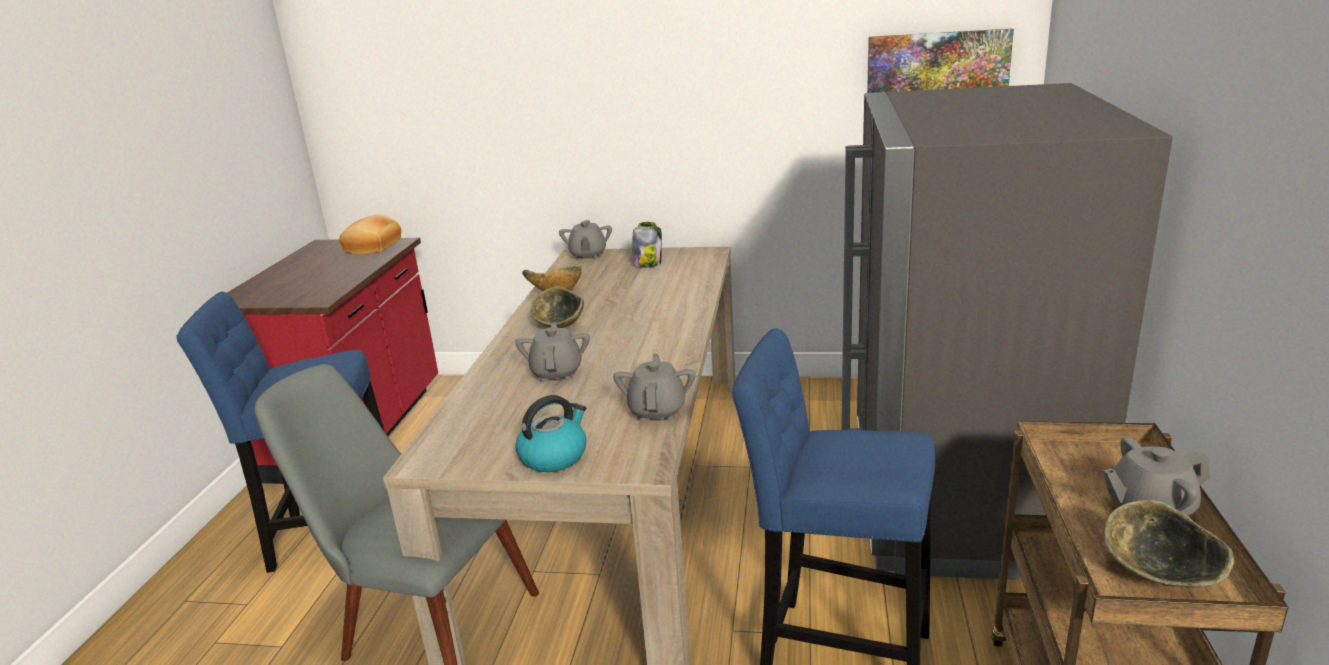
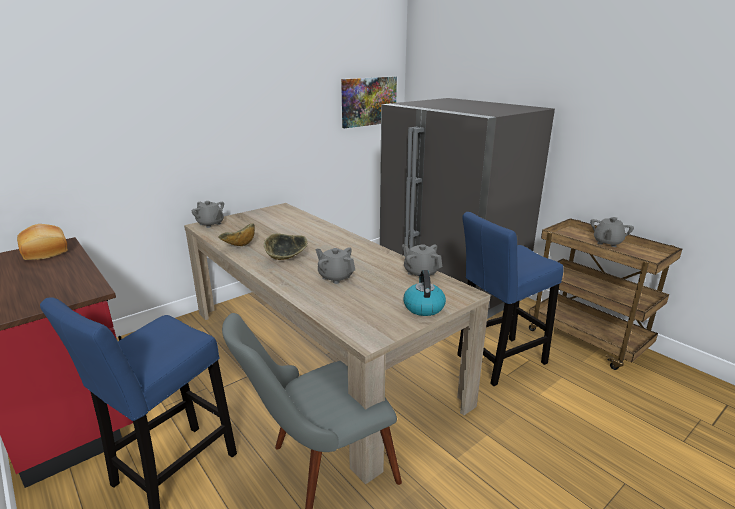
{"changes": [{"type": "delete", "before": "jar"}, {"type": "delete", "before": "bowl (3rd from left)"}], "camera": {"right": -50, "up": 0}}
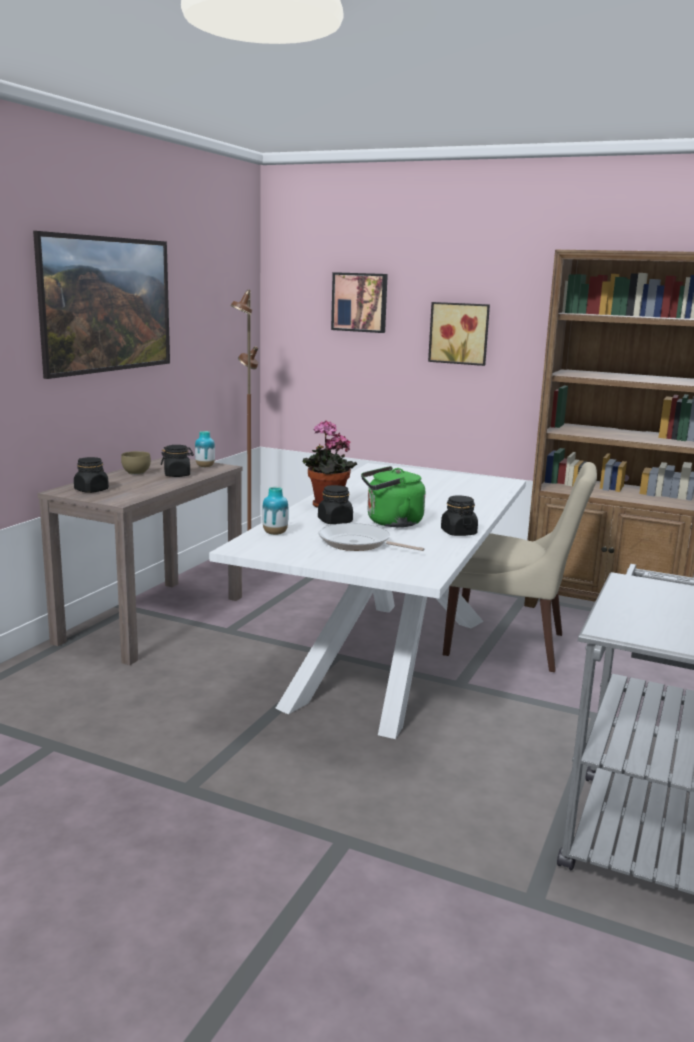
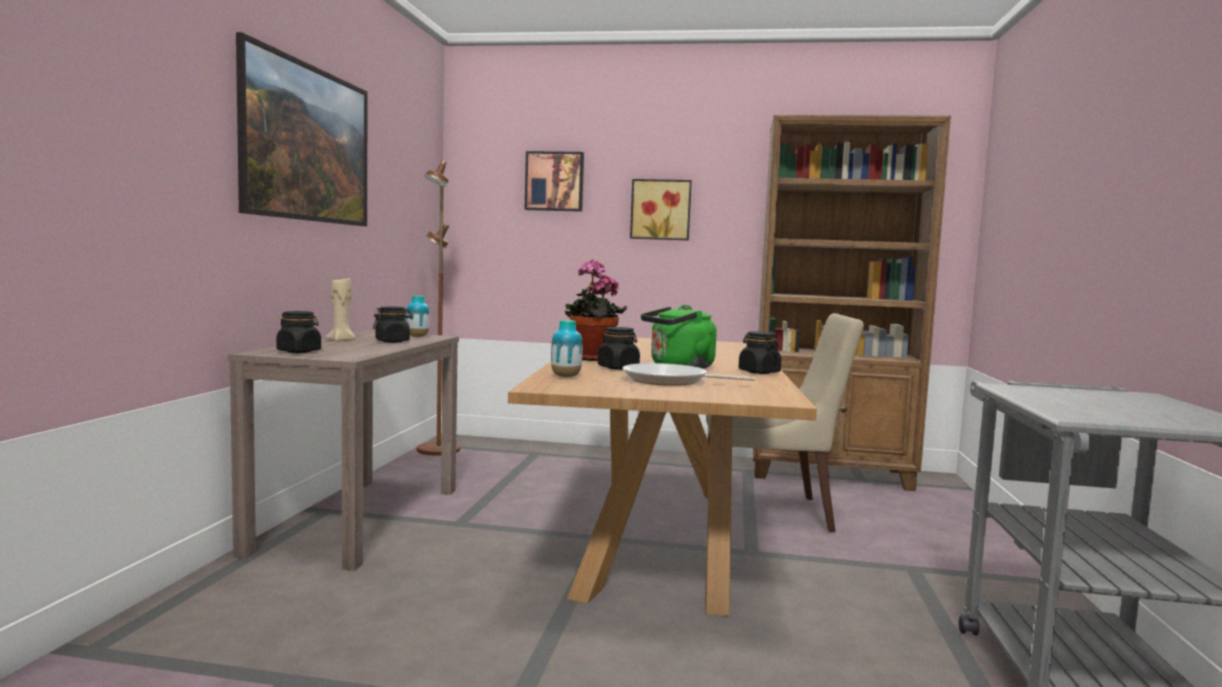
{"changes": [{"type": "replace", "before": "bowl/brown", "after": "candle/beige"}, {"type": "recolor", "before": "dining table/white", "after": "dining table/brown"}], "camera": {"right": -15, "up": -10}}
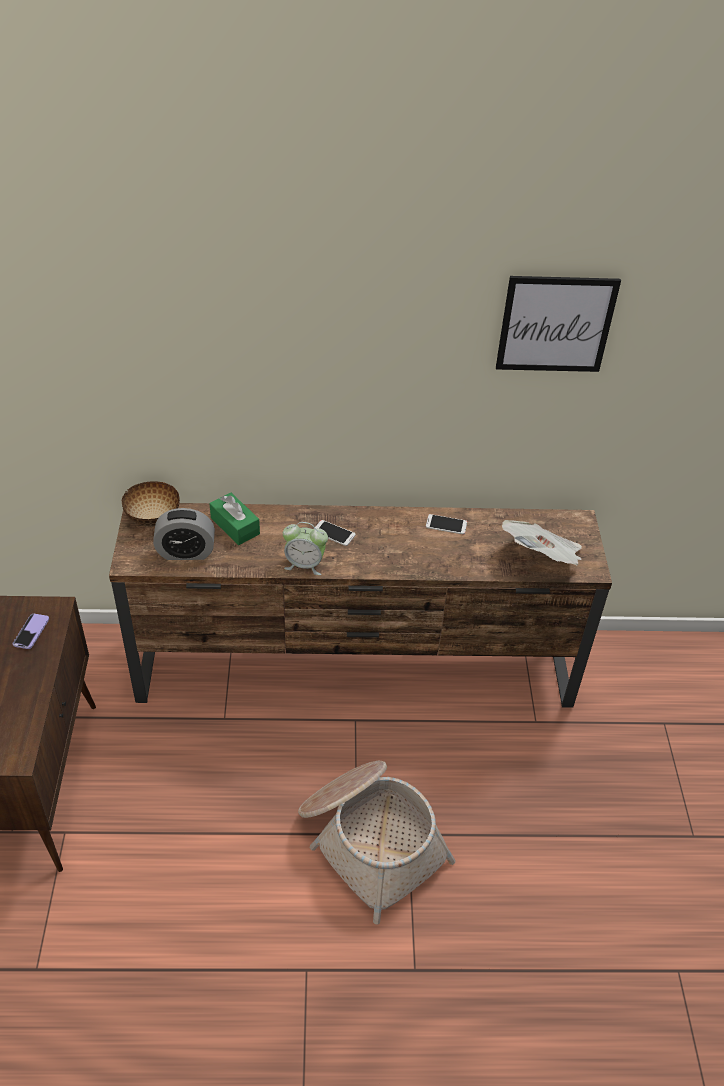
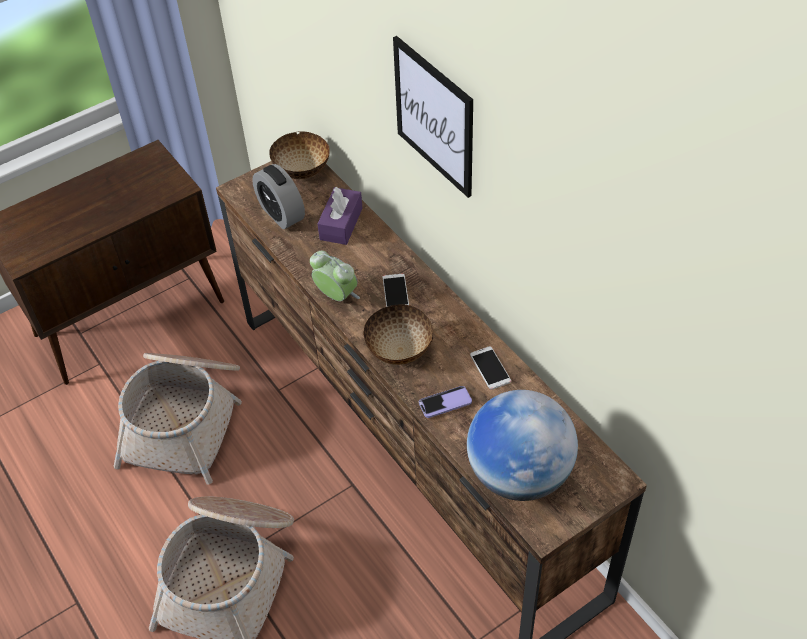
{"changes": [{"type": "move", "before": "picture"}, {"type": "recolor", "before": "tissue box/green", "after": "tissue box/purple"}, {"type": "replace", "before": "newspaper", "after": "globe"}, {"type": "rotate", "before": "alarm clock (2nd from left)", "turn": 150}, {"type": "move", "before": "phone (1st from left in the first image)", "after": "phone (2nd from left)"}, {"type": "insert", "after": "bowl (2nd from left)"}, {"type": "insert", "after": "basket (1st from left)"}], "camera": {"right": 60, "up": 5}}
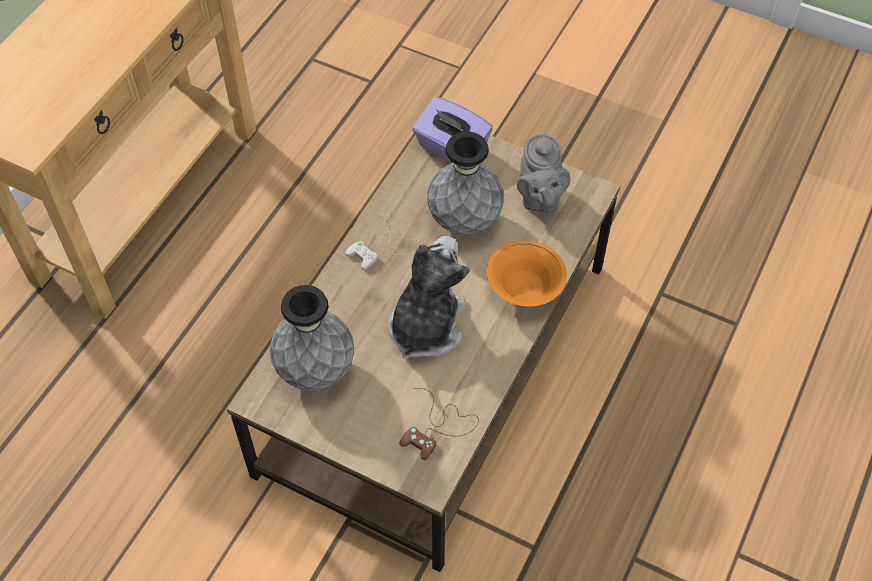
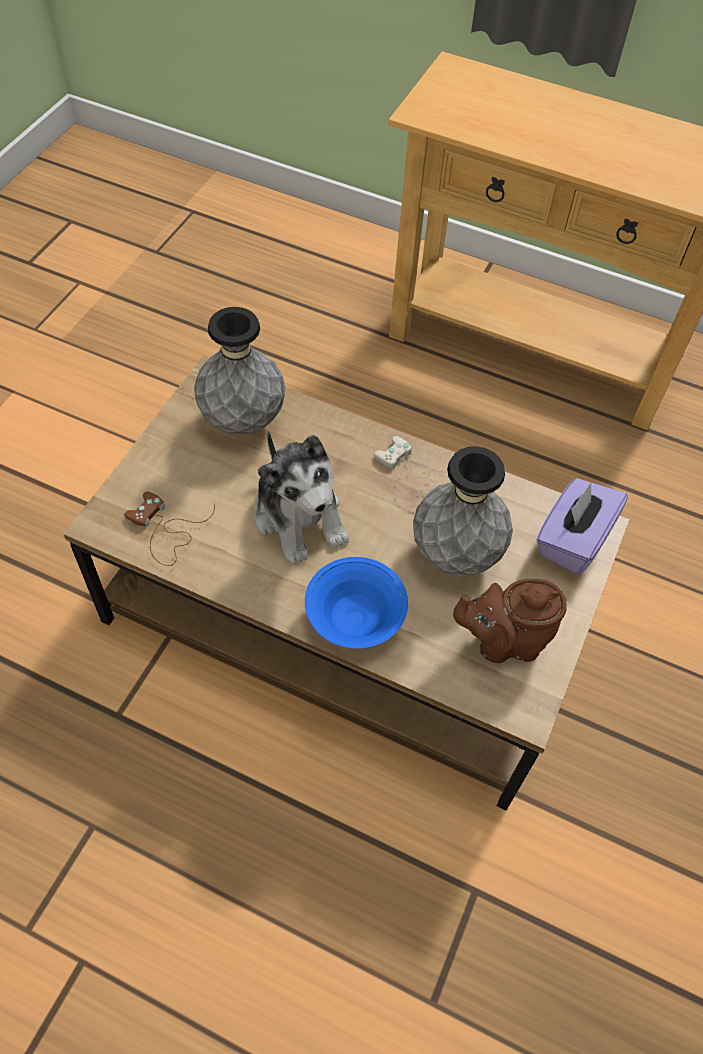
{"changes": [{"type": "recolor", "before": "teapot/grey", "after": "teapot/brown"}, {"type": "rotate", "before": "plush toy", "turn": 45}, {"type": "recolor", "before": "bowl/orange", "after": "bowl/blue"}], "camera": {"right": 85, "up": 0}}
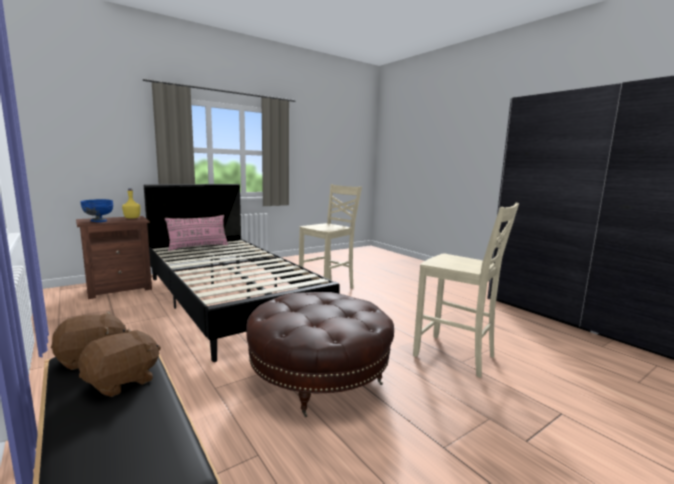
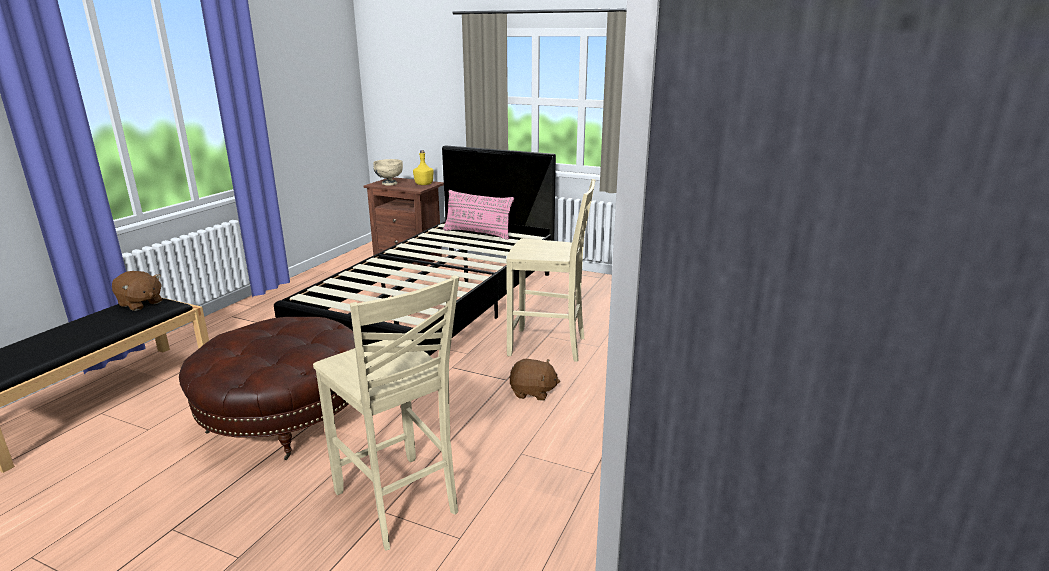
{"changes": [{"type": "recolor", "before": "bowl/blue", "after": "bowl/beige"}, {"type": "rotate", "before": "chair/beige (2nd from left in the first image)", "turn": -45}, {"type": "move", "before": "plush toy/brown (2nd from left)"}], "camera": {"right": 60, "up": 10}}
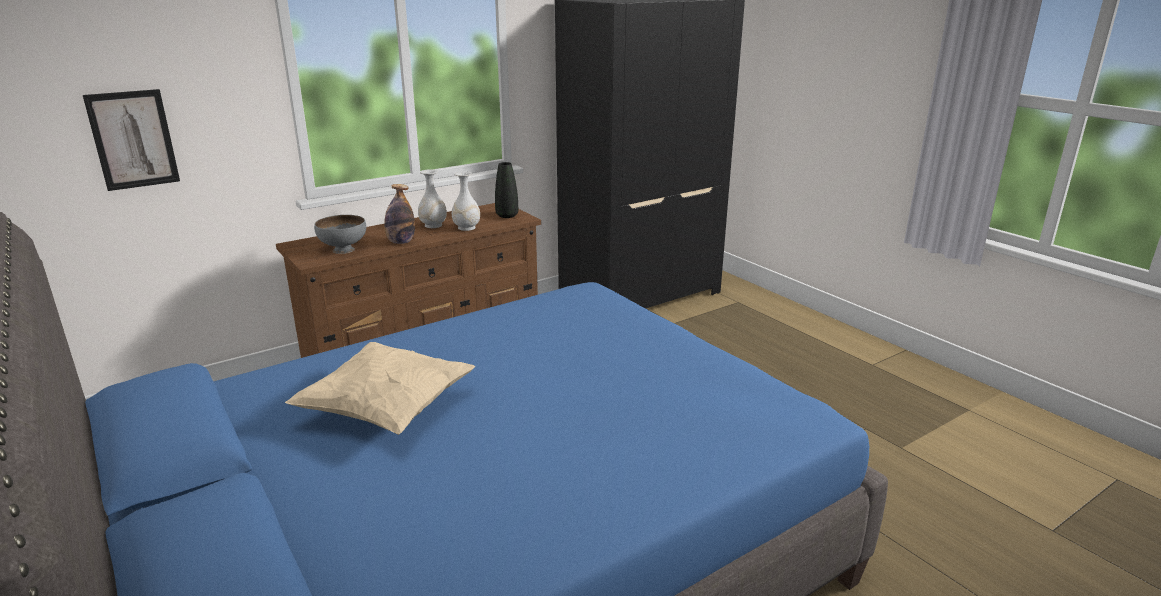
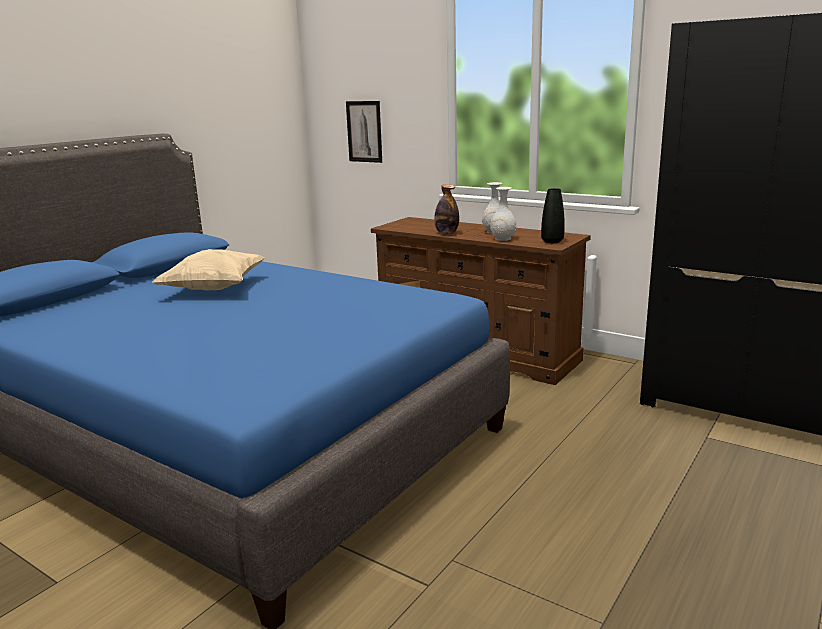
{"changes": [{"type": "delete", "before": "bowl/grey"}], "camera": {"right": 70, "up": -5}}
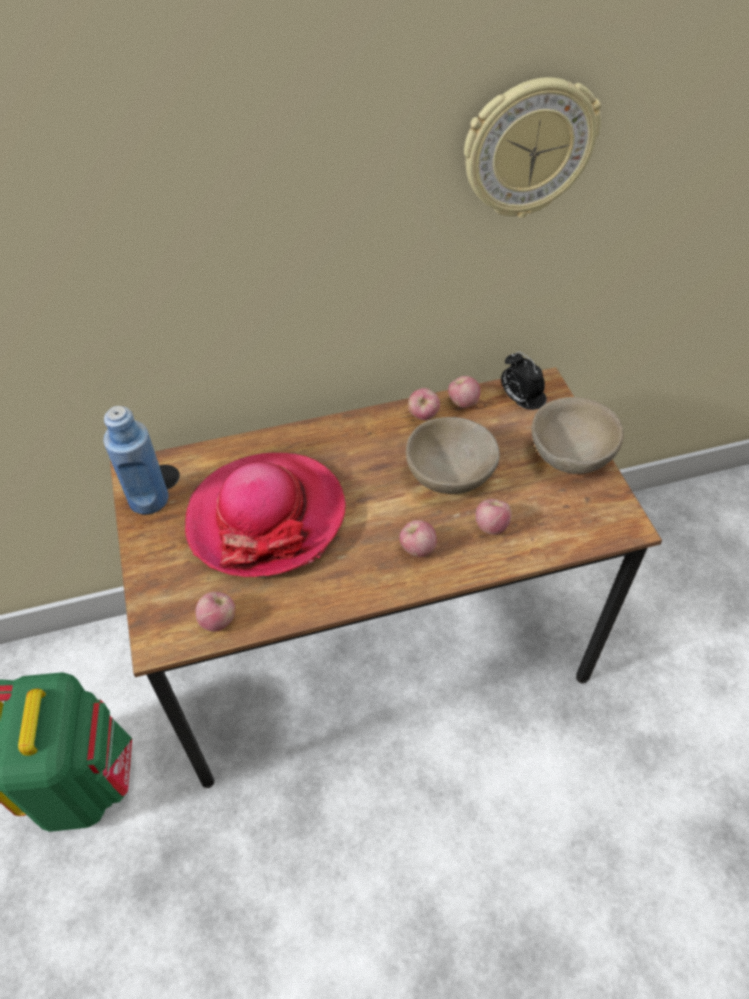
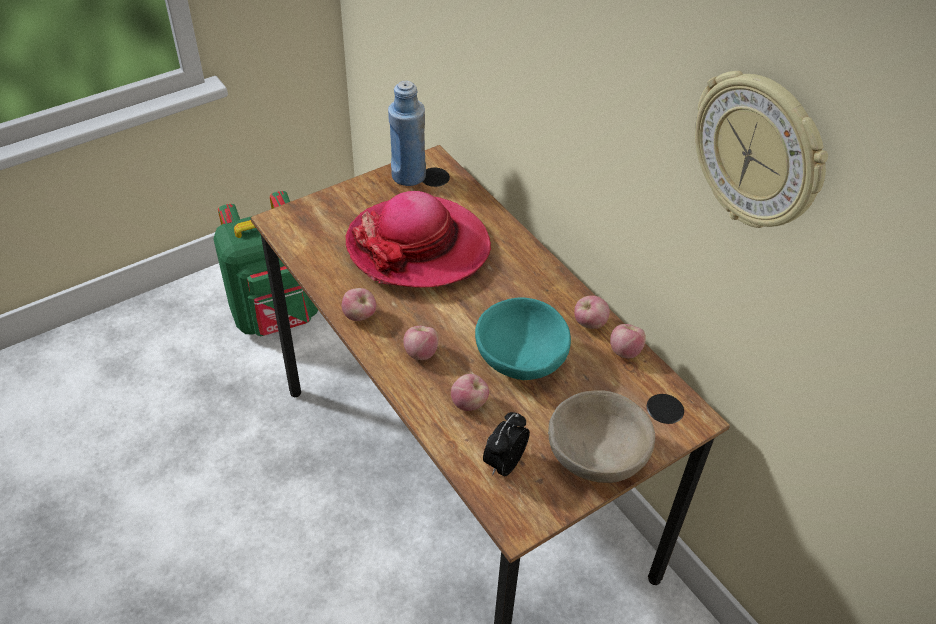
{"changes": [{"type": "move", "before": "alarm clock"}, {"type": "recolor", "before": "bowl/beige (1st from left)", "after": "bowl/turquoise"}, {"type": "move", "before": "apple (1st from left)"}], "camera": {"right": 70, "up": -5}}
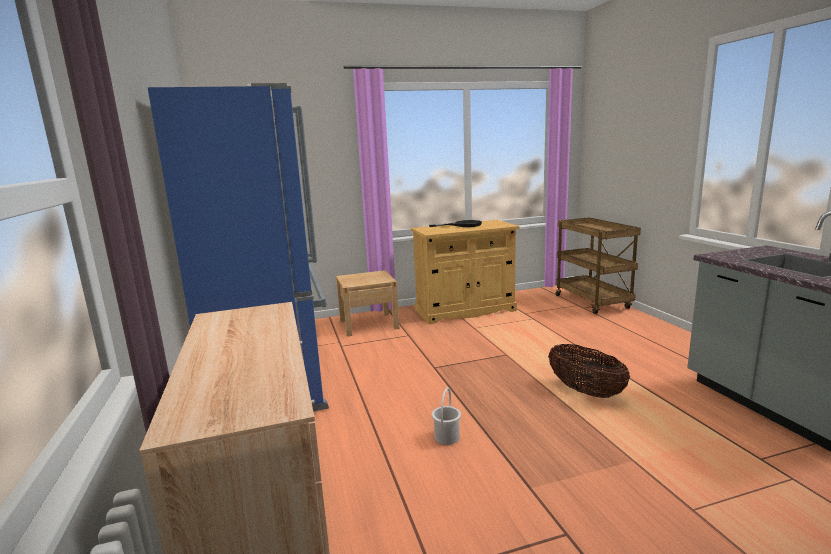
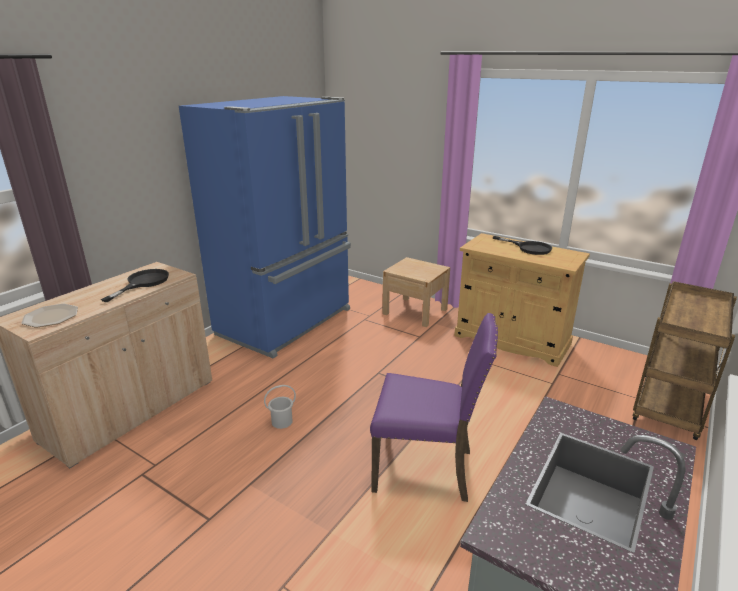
{"changes": [{"type": "replace", "before": "basket", "after": "chair/purple"}, {"type": "insert", "after": "frying pan/black (1st from left)"}, {"type": "insert", "after": "plate"}], "camera": {"right": 50, "up": 10}}
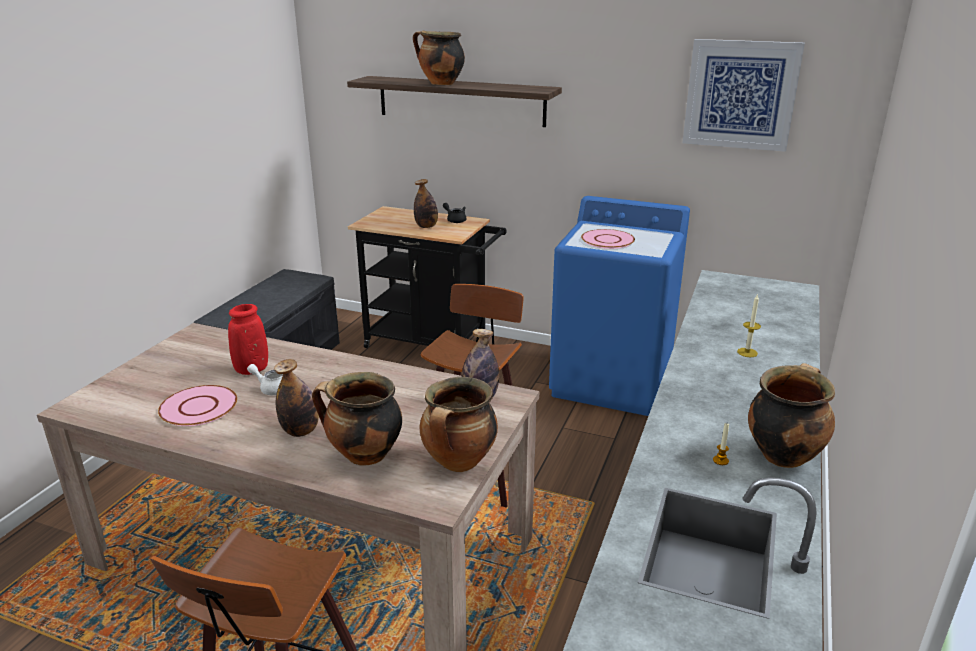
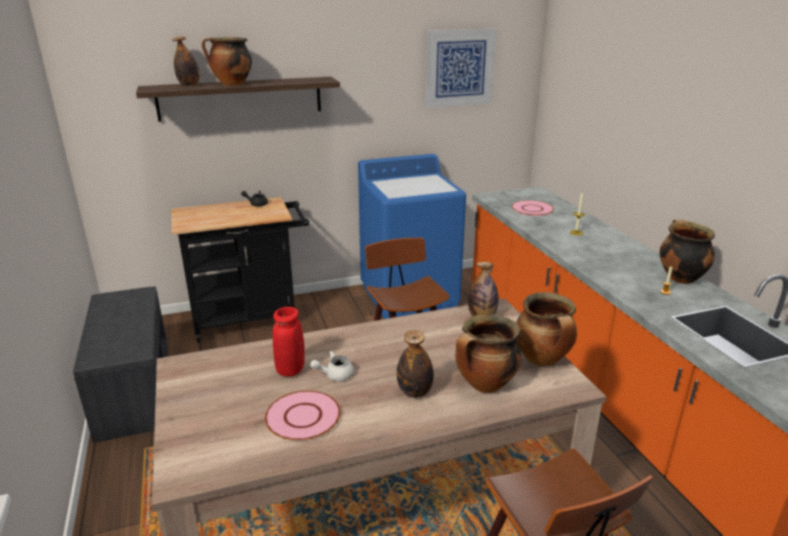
{"changes": [{"type": "move", "before": "bottle (2nd from left in the first image)", "after": "bottle (1st from left)"}, {"type": "move", "before": "plate/pink (2nd from left)"}], "camera": {"right": -40, "up": 0}}
